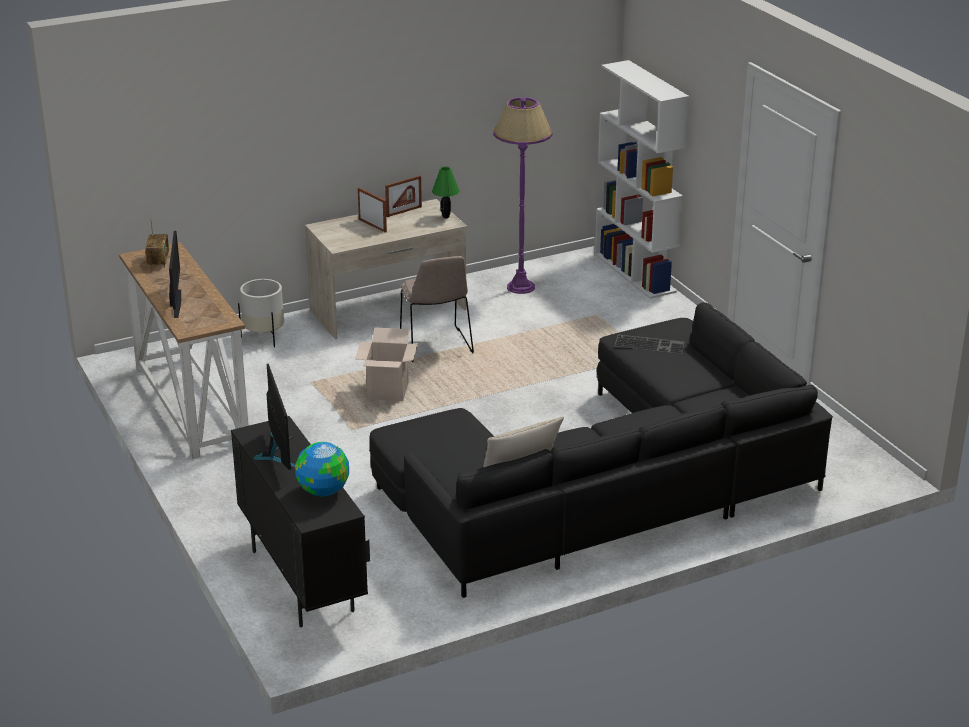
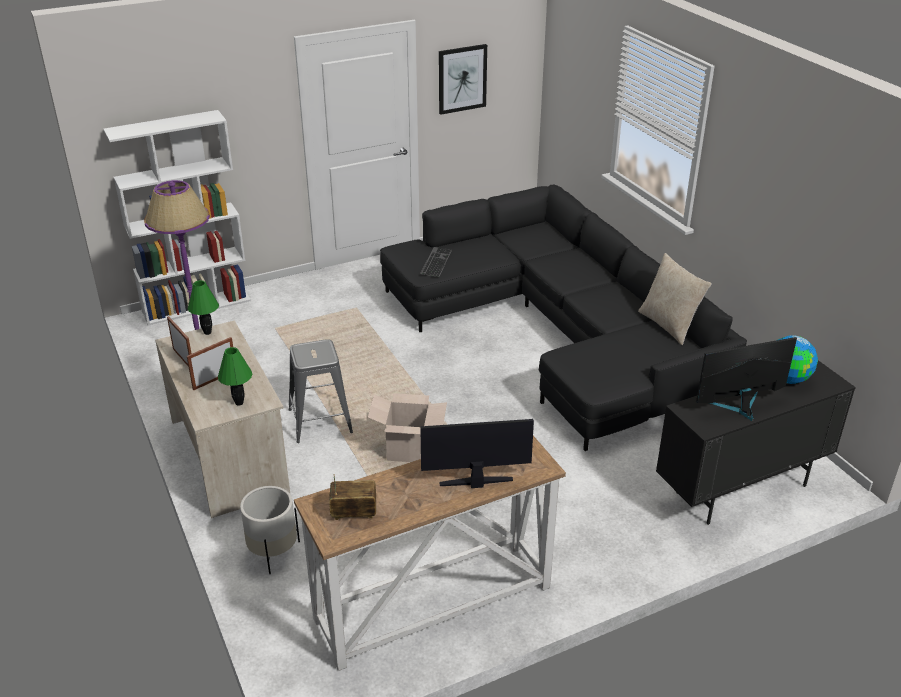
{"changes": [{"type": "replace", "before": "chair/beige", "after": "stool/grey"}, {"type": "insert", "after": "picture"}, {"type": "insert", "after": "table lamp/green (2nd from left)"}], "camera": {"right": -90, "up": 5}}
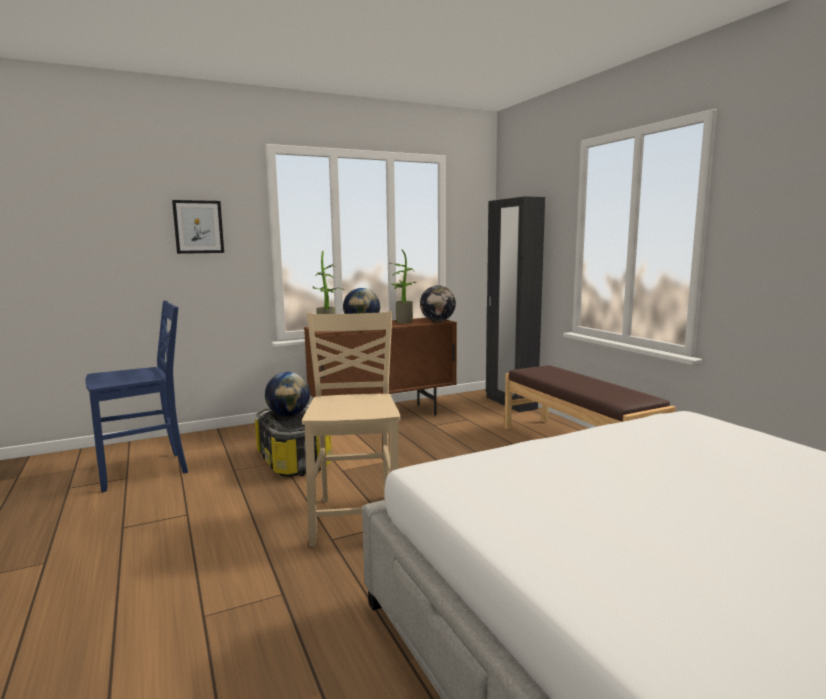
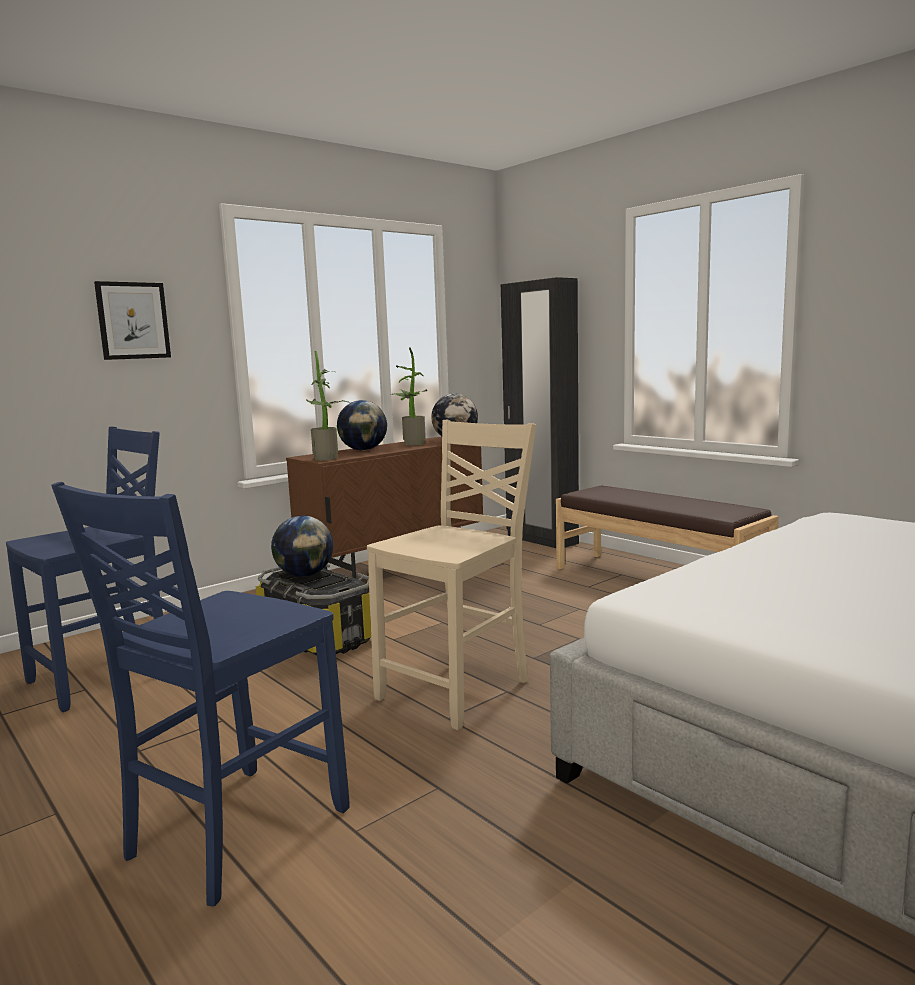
{"changes": [{"type": "rotate", "before": "chair/beige", "turn": 60}, {"type": "insert", "after": "chair/blue (2nd from left)"}], "camera": {"right": -15, "up": 0}}
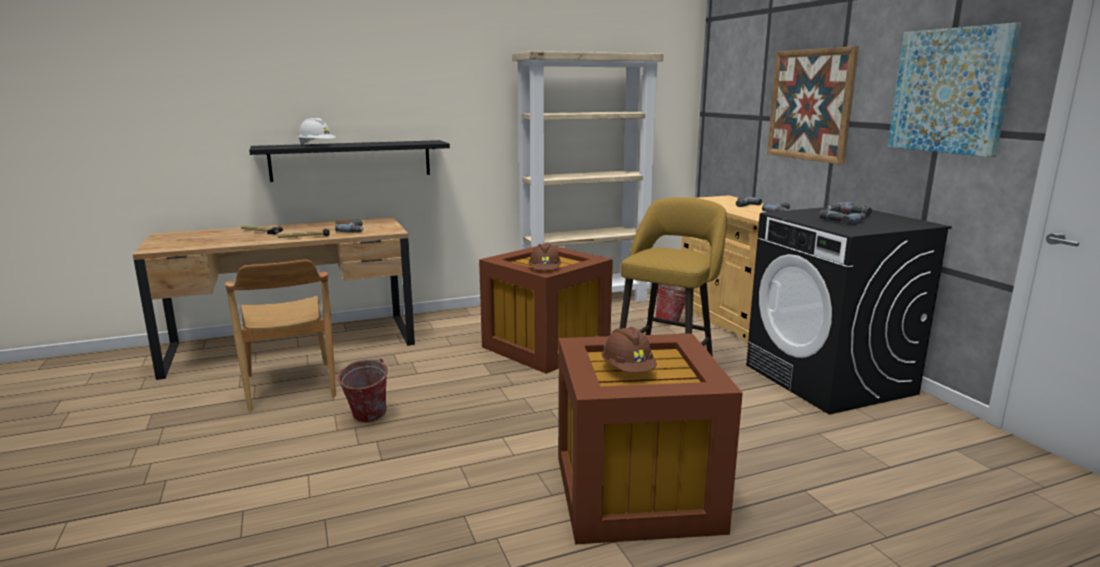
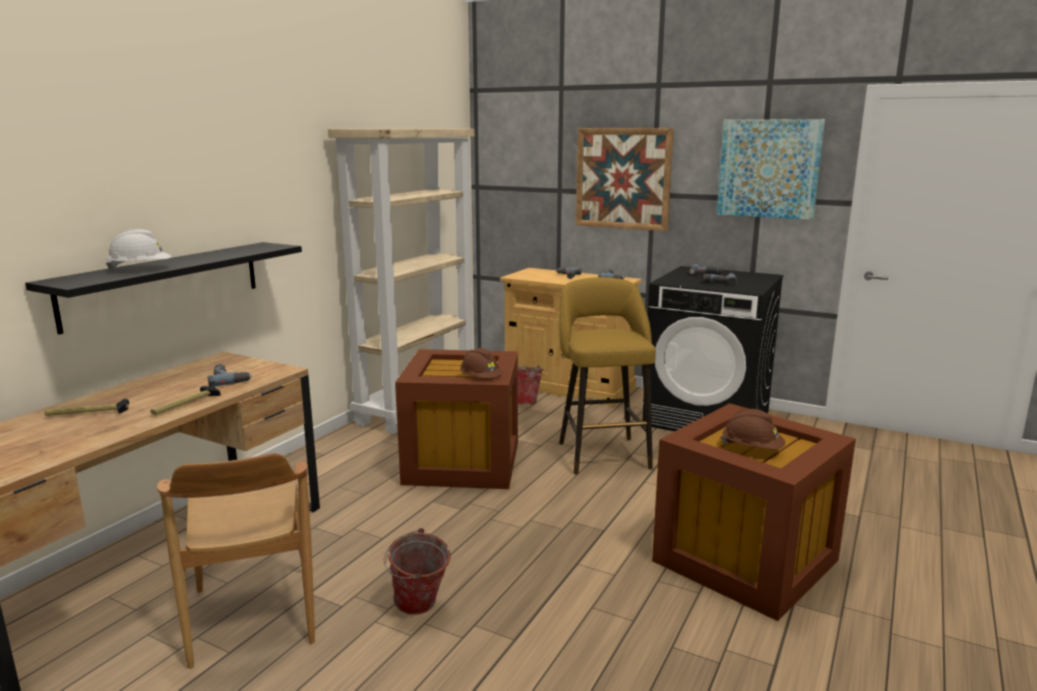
{"changes": [{"type": "rotate", "before": "chair/brown", "turn": 45}], "camera": {"right": -40, "up": 0}}
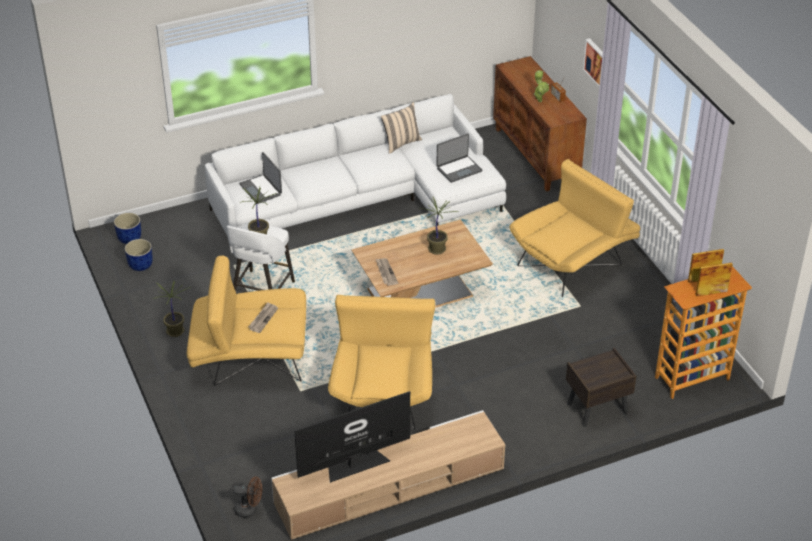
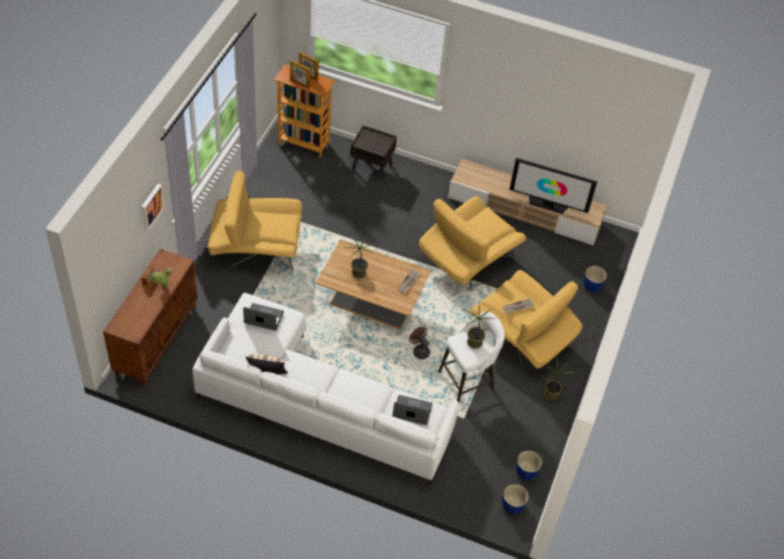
{"changes": [{"type": "rotate", "before": "laptop (1st from left in the first image)", "turn": -90}, {"type": "move", "before": "fan/brown"}, {"type": "insert", "after": "planter/blue (3rd from left)"}], "camera": {"right": -140, "up": 10}}
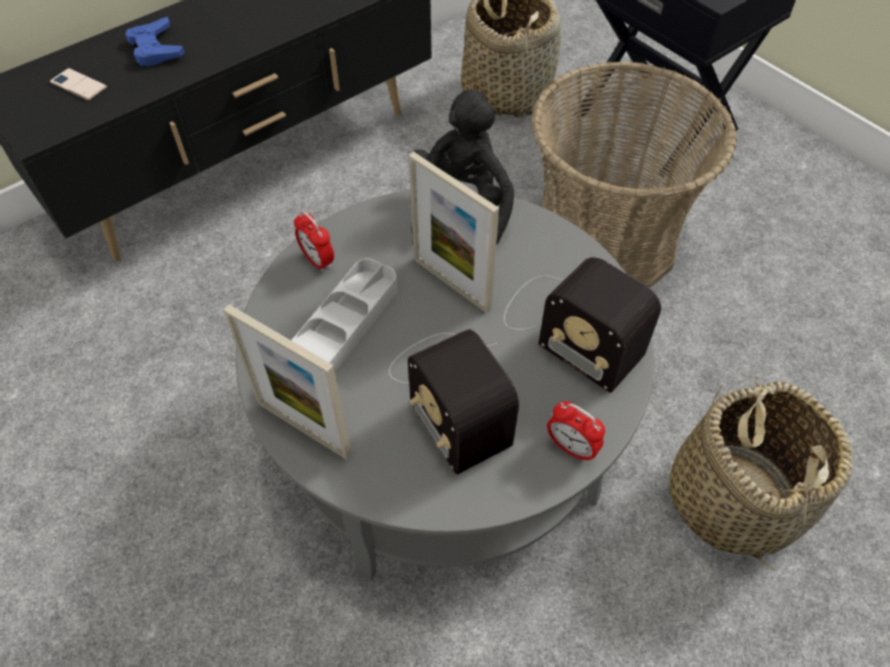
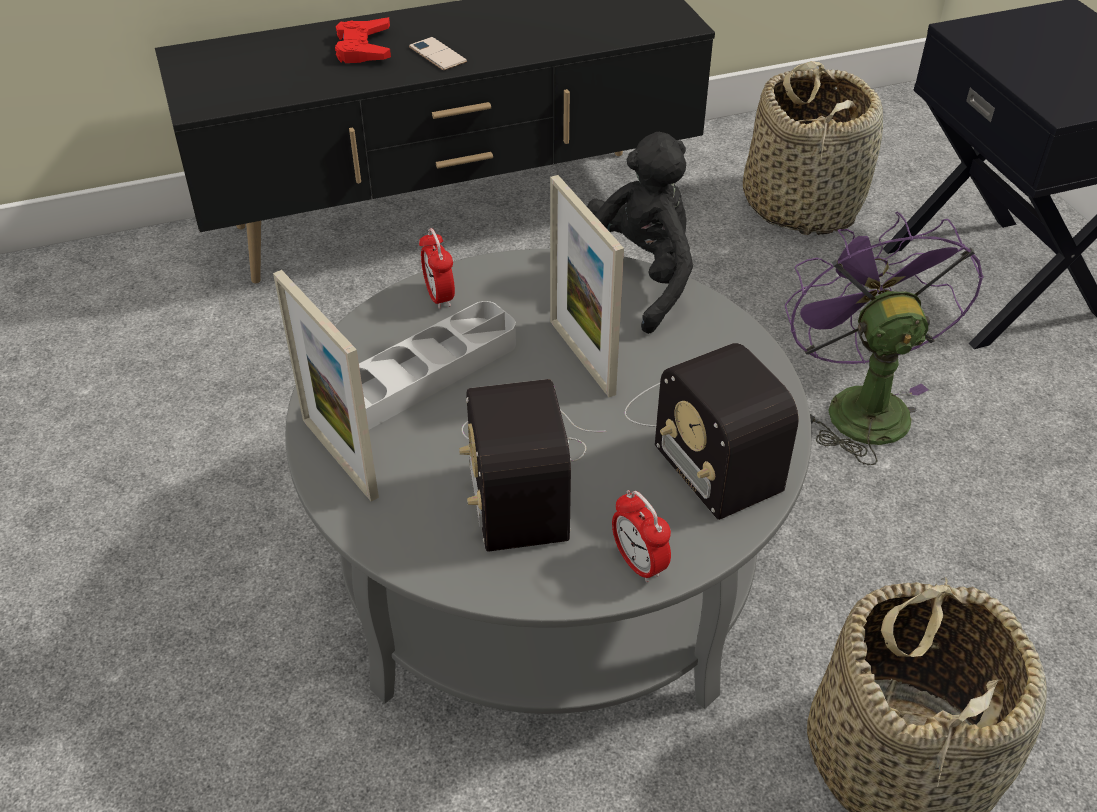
{"changes": [{"type": "recolor", "before": "game controller/blue", "after": "game controller/red"}, {"type": "replace", "before": "basket (2nd from left)", "after": "fan/purple"}, {"type": "move", "before": "phone"}], "camera": {"right": 20, "up": -10}}
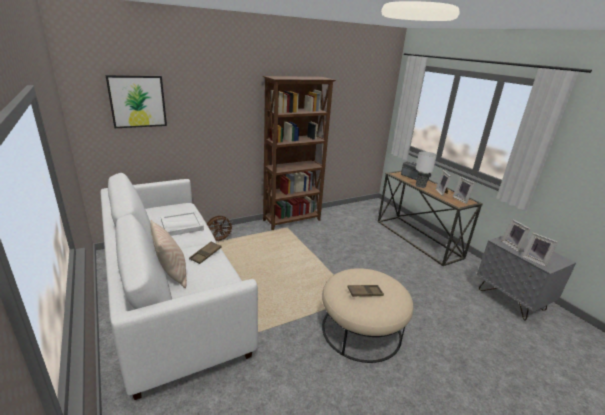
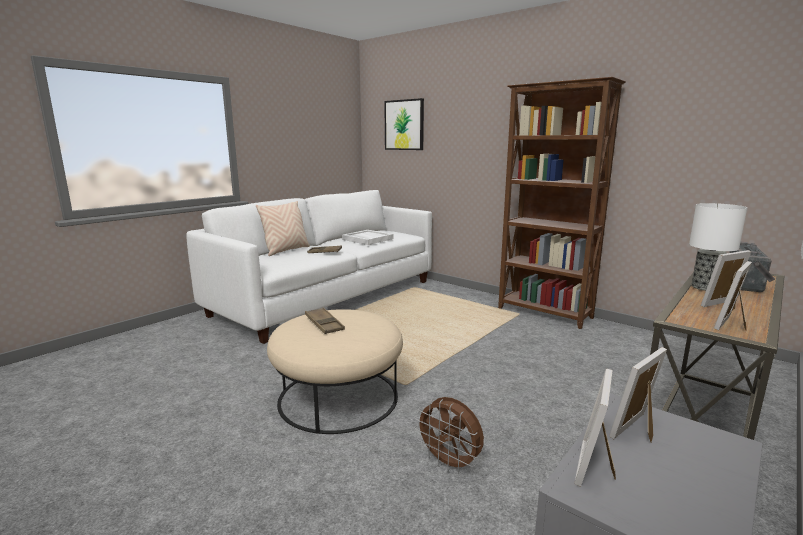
{"changes": [{"type": "move", "before": "fan/brown"}], "camera": {"right": 70, "up": -10}}
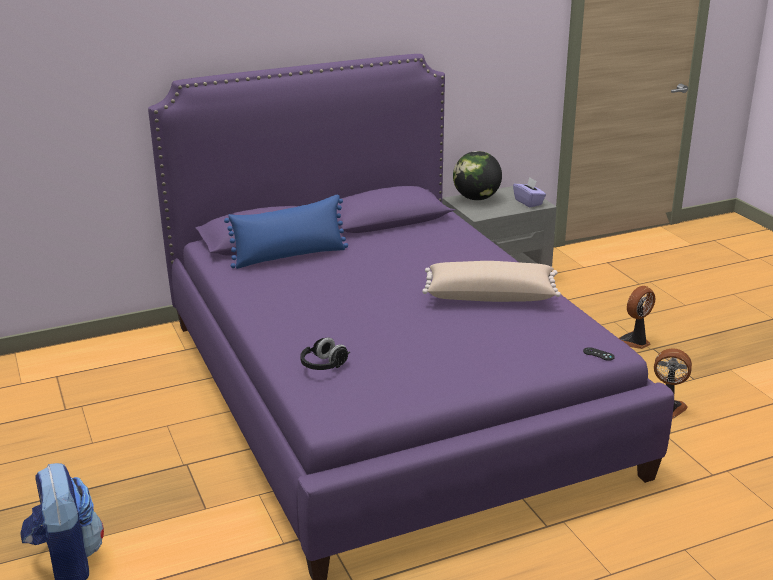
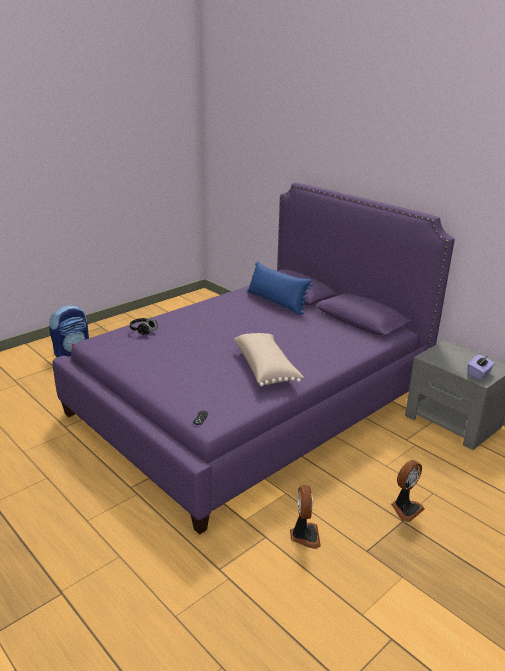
{"changes": [{"type": "delete", "before": "globe"}, {"type": "rotate", "before": "fan (1st from left in the first image)", "turn": 105}], "camera": {"right": 70, "up": 0}}
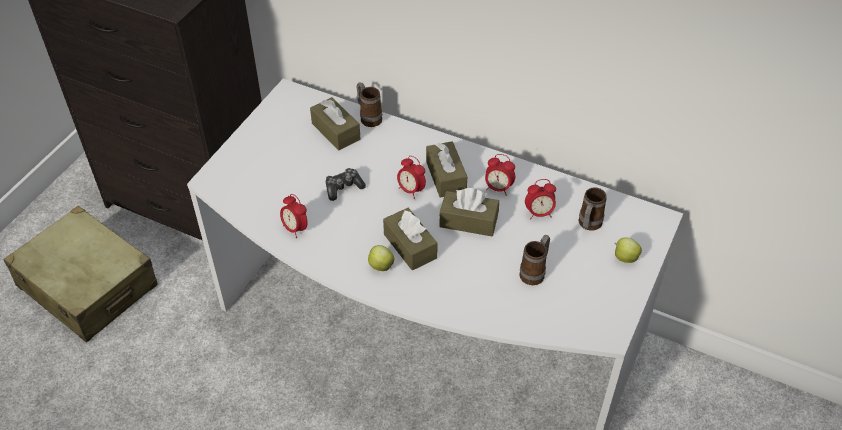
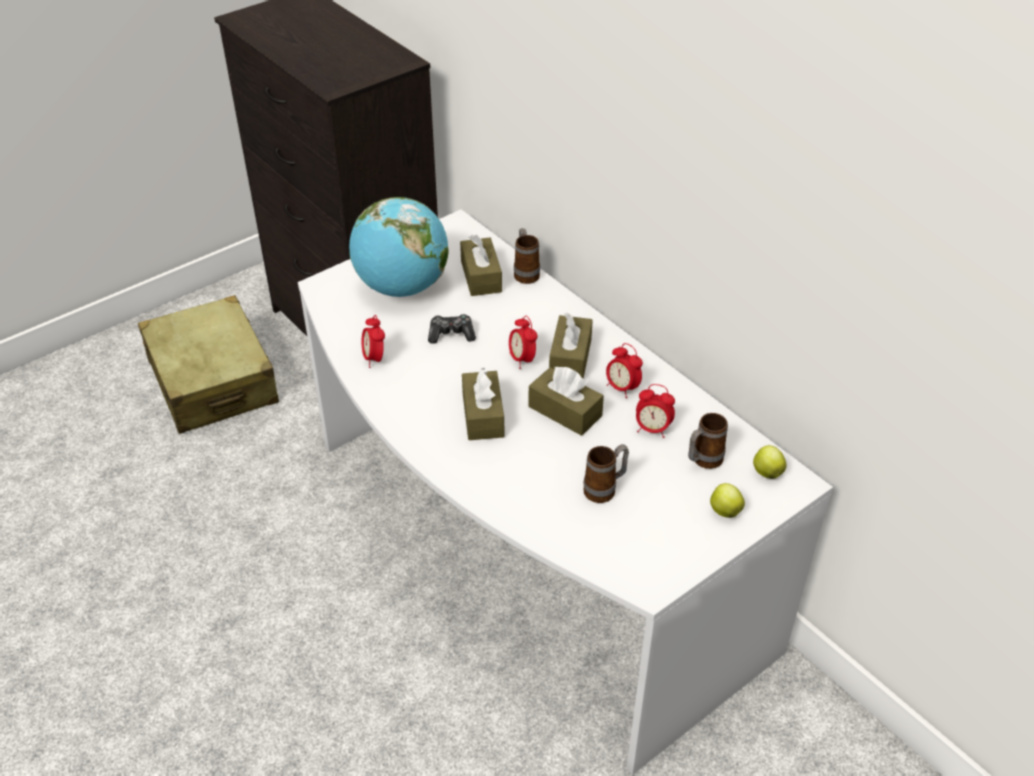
{"changes": [{"type": "move", "before": "apple (1st from left in the first image)", "after": "apple (2nd from left)"}, {"type": "insert", "after": "globe"}], "camera": {"right": 25, "up": -5}}
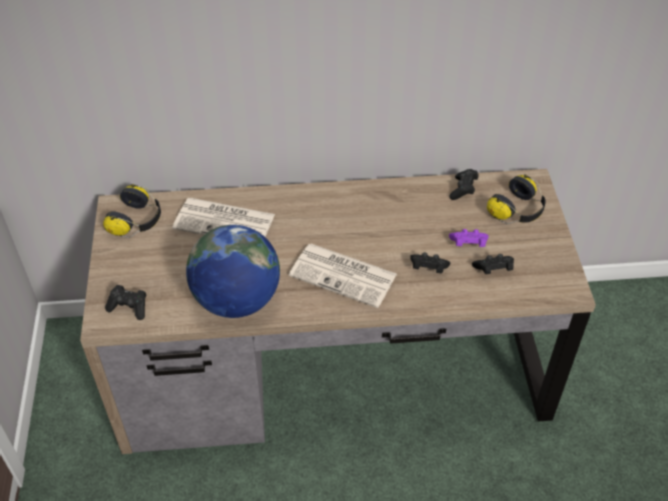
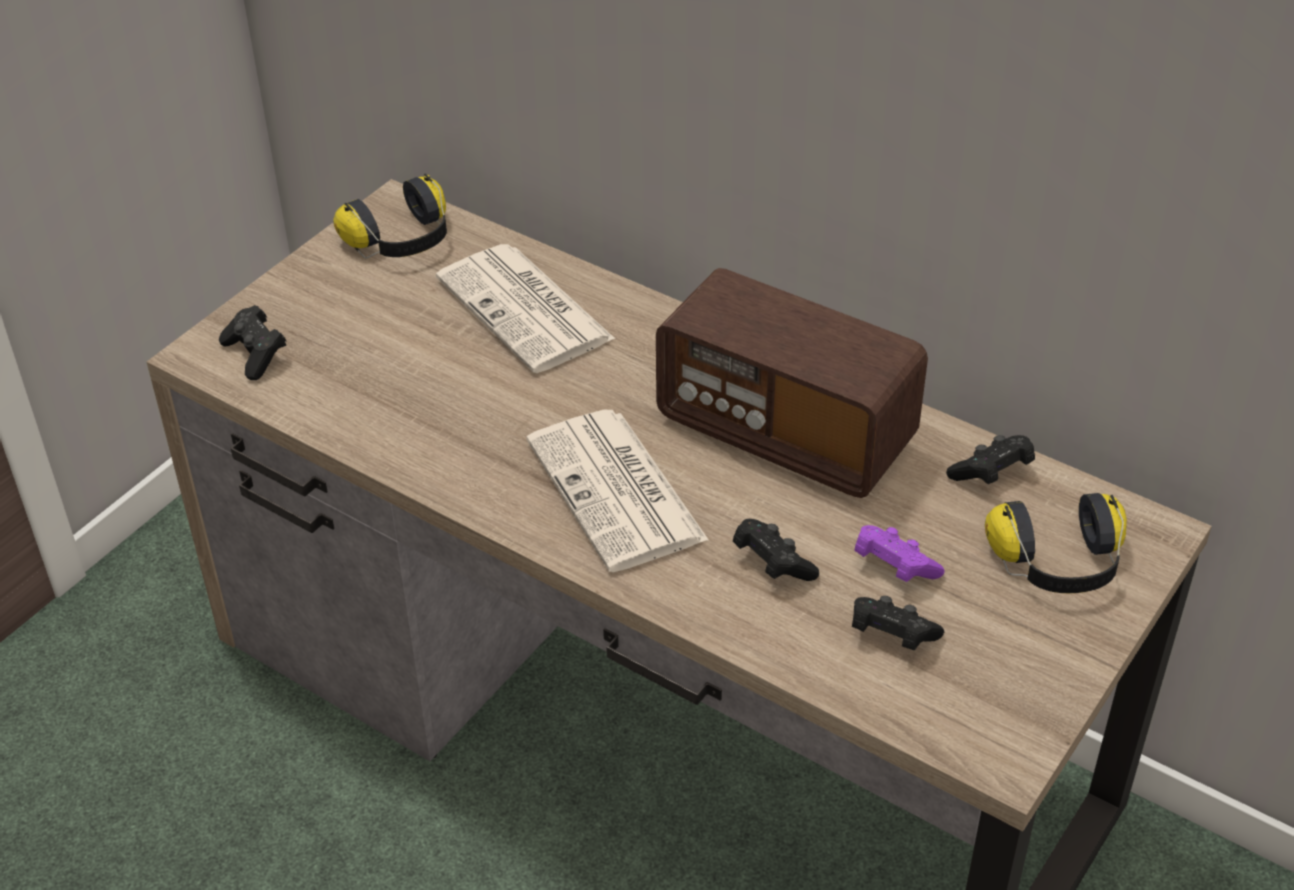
{"changes": [{"type": "delete", "before": "globe"}, {"type": "insert", "after": "radio"}], "camera": {"right": 40, "up": -5}}
